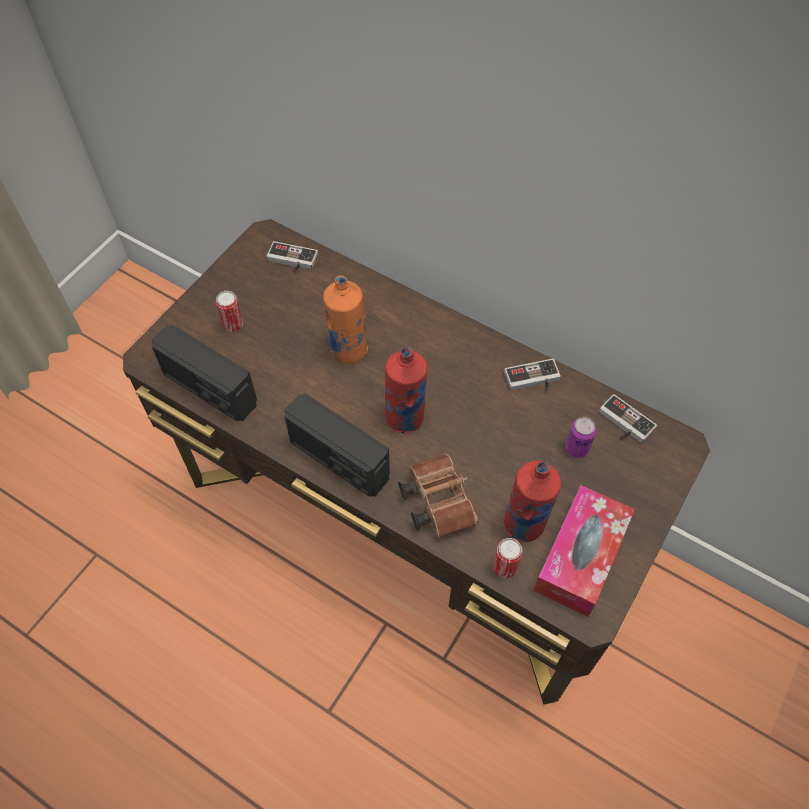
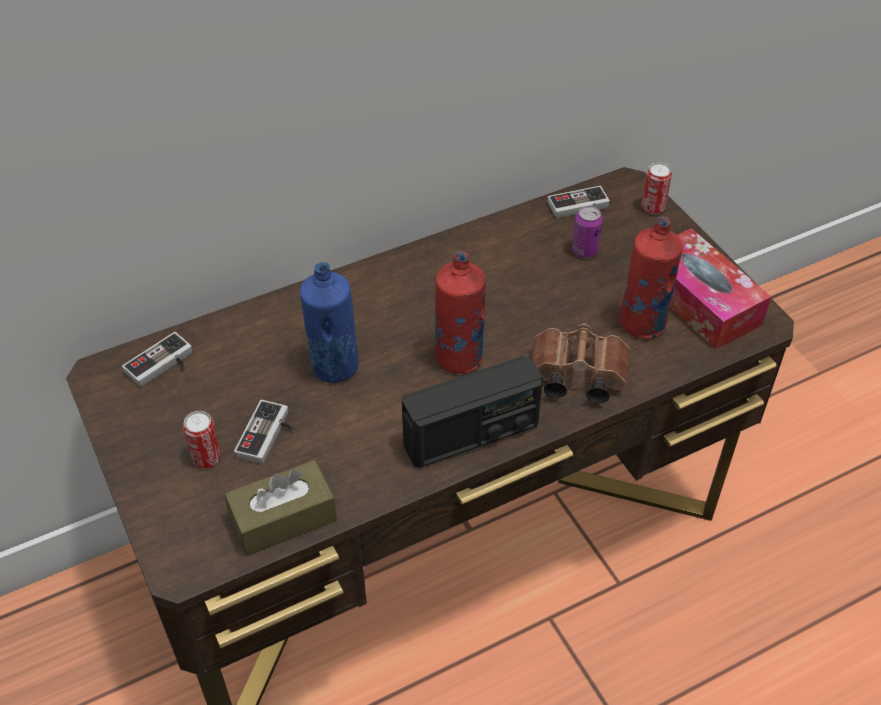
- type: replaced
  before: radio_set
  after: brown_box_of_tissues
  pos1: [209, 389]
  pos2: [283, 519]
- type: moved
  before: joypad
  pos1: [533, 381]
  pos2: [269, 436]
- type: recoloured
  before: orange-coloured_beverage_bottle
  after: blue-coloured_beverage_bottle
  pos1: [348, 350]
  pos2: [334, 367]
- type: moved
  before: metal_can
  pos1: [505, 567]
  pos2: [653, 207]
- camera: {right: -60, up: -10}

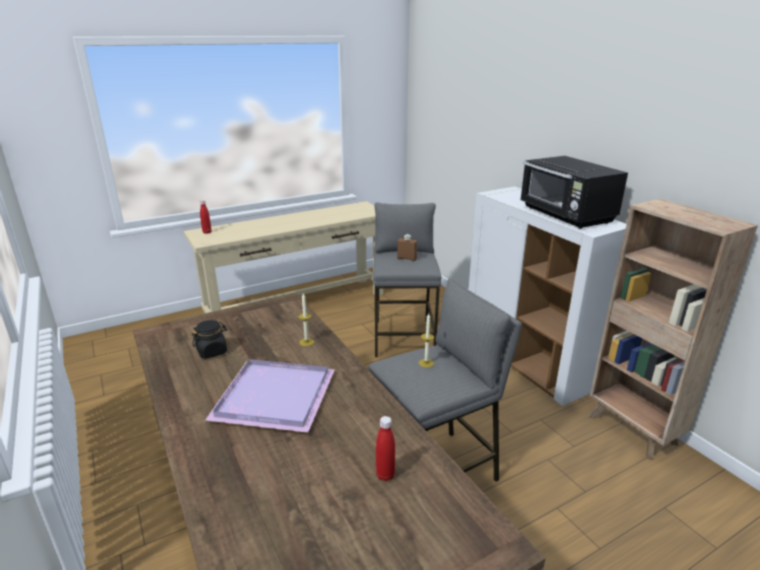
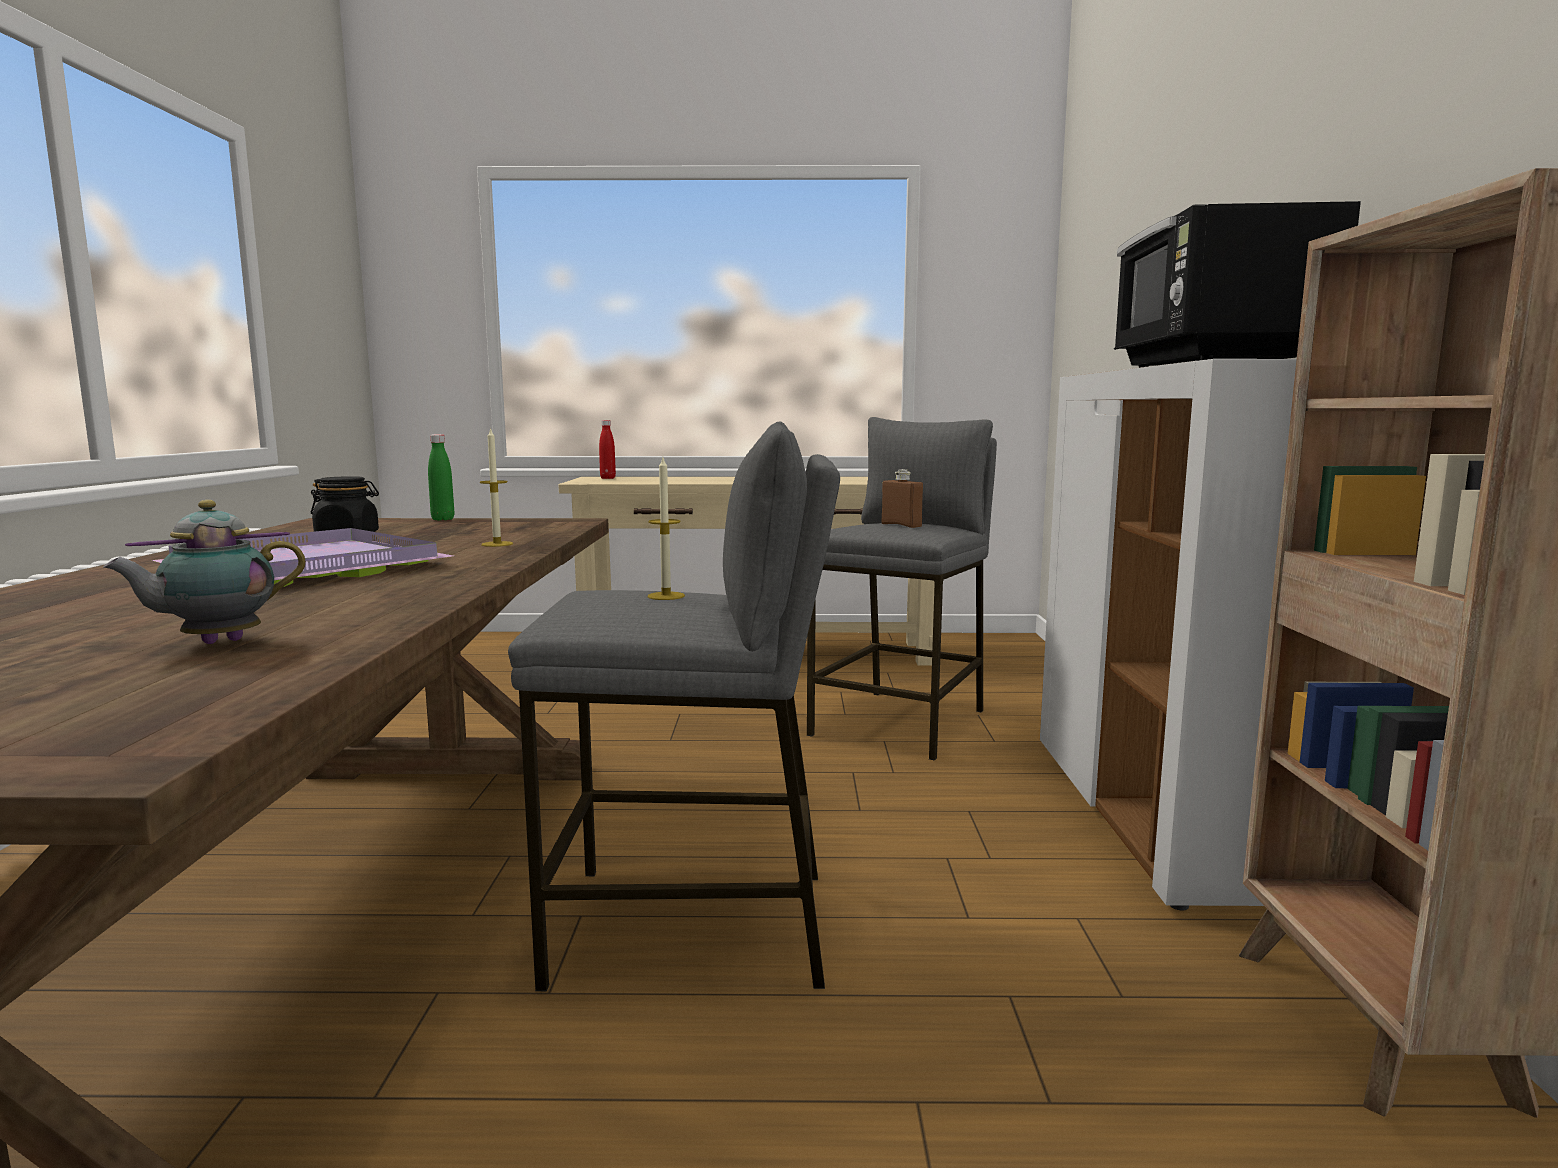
- type: replaced
  before: red-coloured_beverage_bottle
  after: tea_pot
  pos1: [385, 475]
  pos2: [216, 642]
- type: added
  after: green_beverage_bottle
  pos2: [443, 519]
- camera: {right: 30, up: -15}

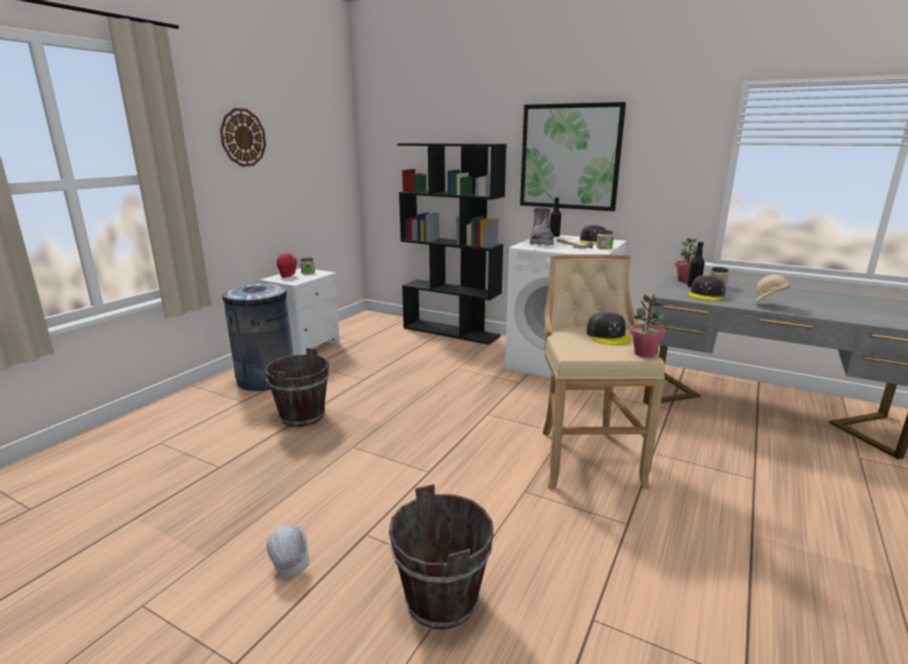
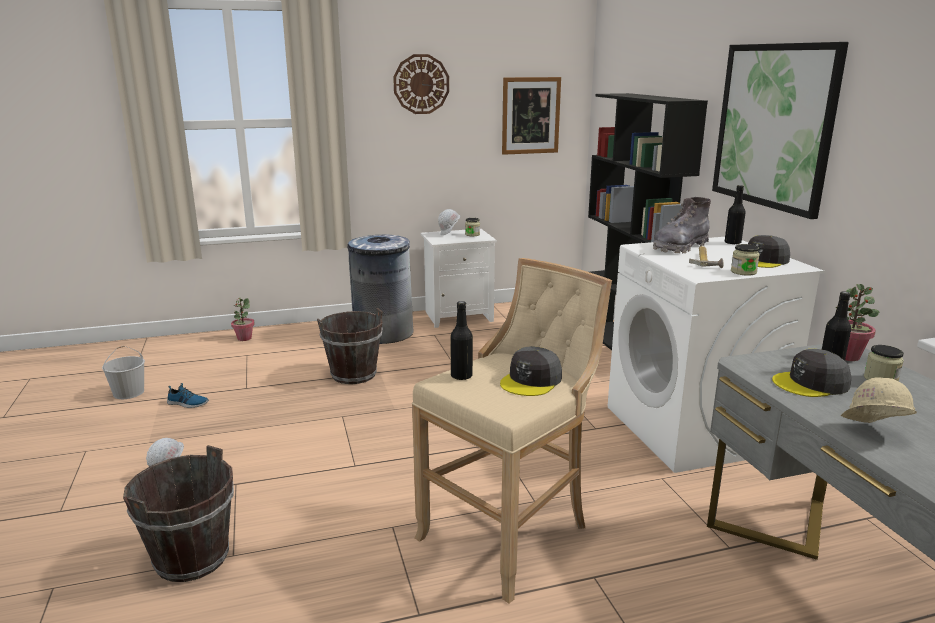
- type: added
  after: white_water_bucket
  pos2: [129, 392]
- type: added
  after: shoe
  pos2: [187, 403]
- type: moved
  before: potted_plant
  pos1: [644, 353]
  pos2: [244, 338]
- type: recoloured
  before: red-coloured_hard_hat
  after: white_hard_hat
  pos1: [289, 276]
  pos2: [449, 234]
- type: added
  after: black_beverage_bottle
  pos2: [461, 376]
- type: added
  after: wall_picture
  pos2: [530, 115]
- camera: {right: 45, up: 0}

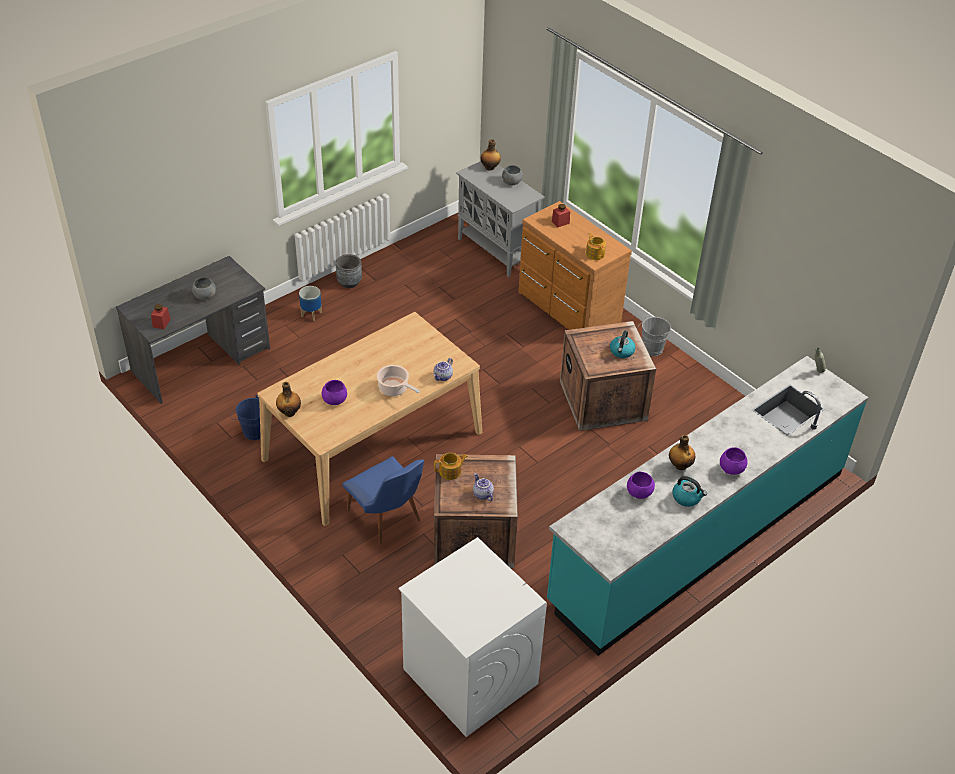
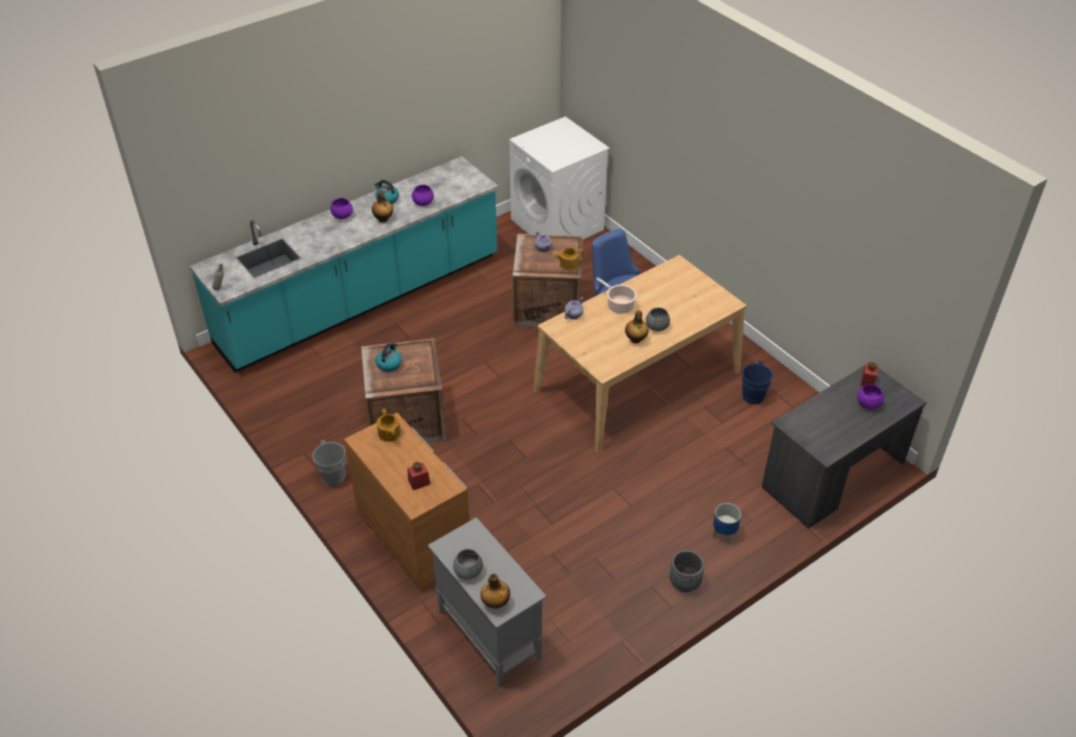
- type: moved
  before: beverage_bottle
  pos1: [289, 412]
  pos2: [635, 340]
- type: moved
  before: grey_deep_dish
  pos1: [204, 296]
  pos2: [657, 327]
- type: moved
  before: purple_deep_dish
  pos1: [335, 400]
  pos2: [868, 404]
- camera: {right: -175, up: 0}

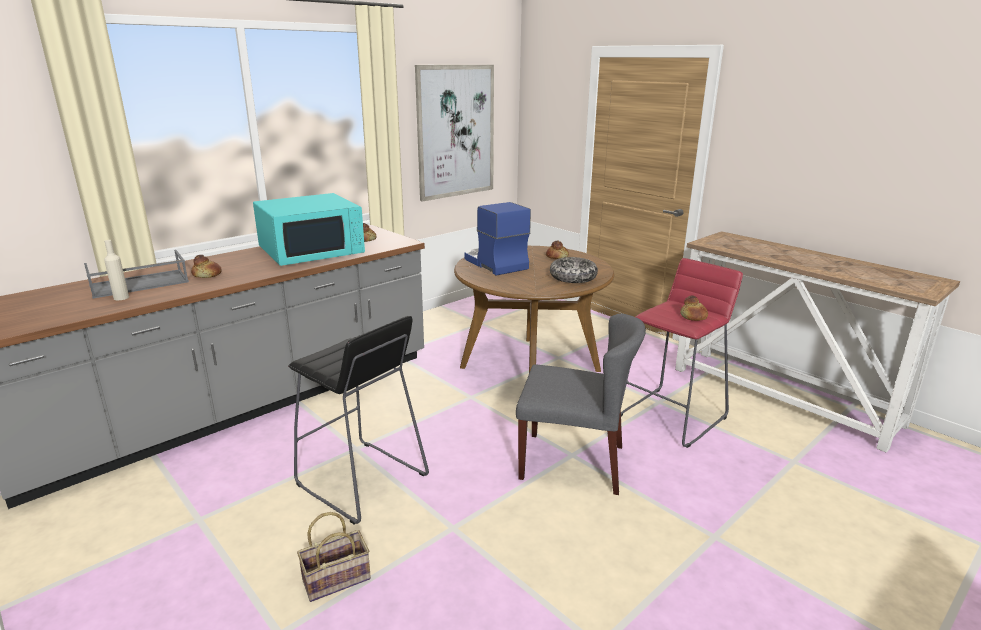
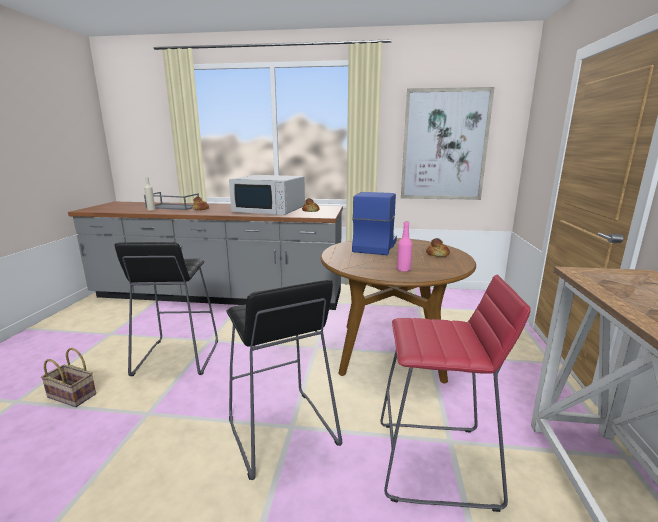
- type: replaced
  before: grey_plain_chair
  after: black_stool_seat
  pos1: [573, 462]
  pos2: [281, 432]
- type: recoloured
  before: blue-green_microwave_oven
  after: white_microwave_oven
  pos1: [312, 250]
  pos2: [270, 210]
- type: replaced
  before: deep_dish
  after: pink-coloured_beverage_bottle
  pos1: [573, 277]
  pos2: [403, 270]
- type: removed
  before: baked_bread
  pos1: [693, 316]
- camera: {right: 50, up: -5}

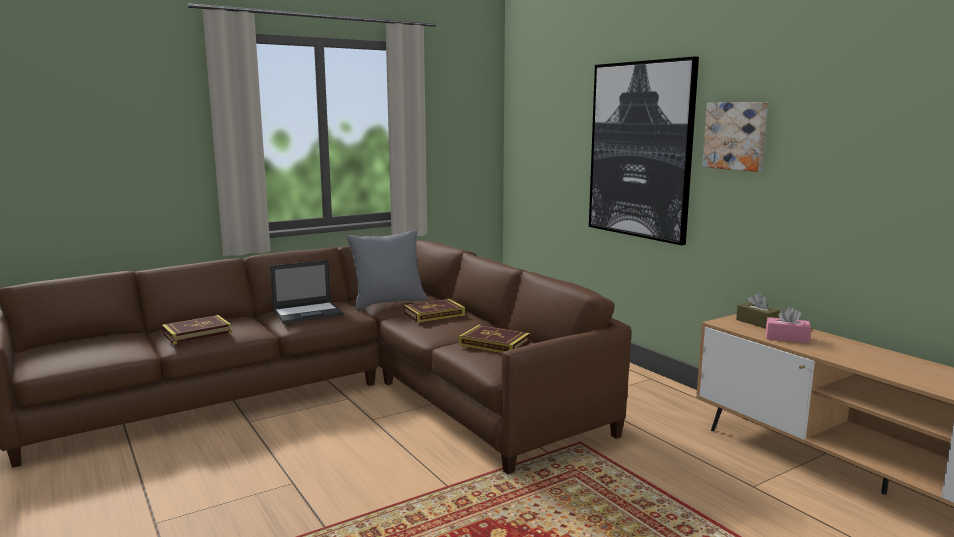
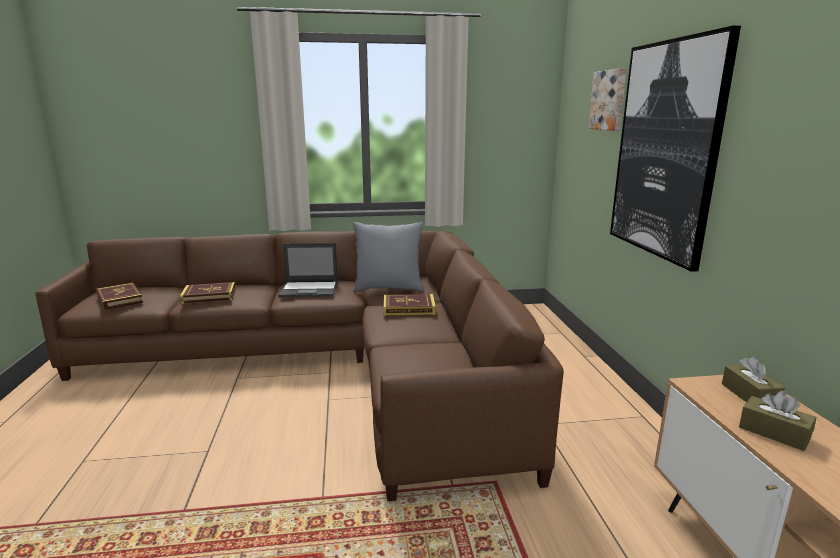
- type: moved
  before: book
  pos1: [494, 344]
  pos2: [120, 299]
- type: moved
  before: wall_picture
  pos1: [736, 136]
  pos2: [609, 100]
- type: recoloured
  before: pink-coloured_box_of_tissues
  after: brown_box_of_tissues
  pos1: [787, 338]
  pos2: [774, 432]
- camera: {right: 25, up: 5}

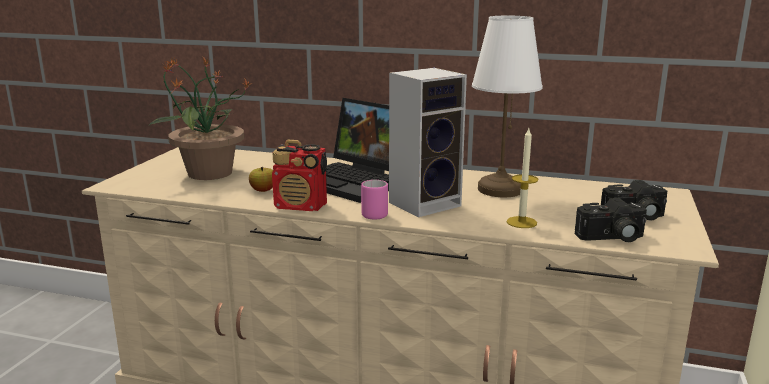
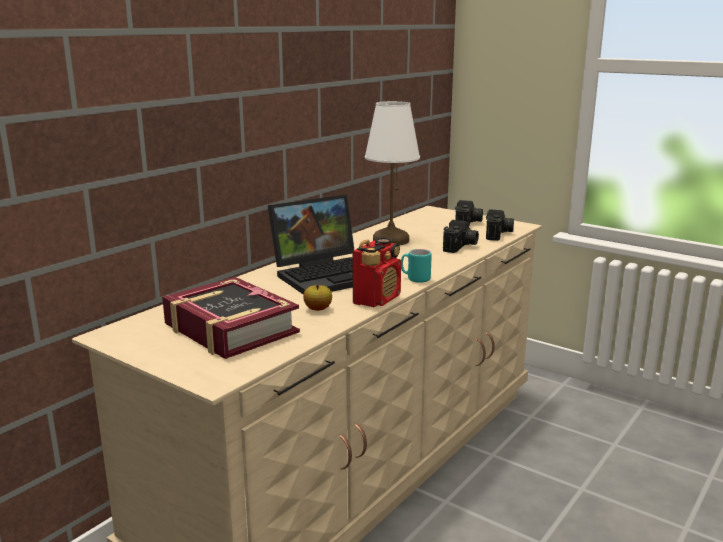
- type: replaced
  before: potted_plant
  after: book
  pos1: [208, 173]
  pos2: [230, 329]
- type: recoloured
  before: pink-coloured_coffee_mug
  after: blue-green_coffee_mug
  pos1: [375, 214]
  pos2: [415, 279]
- type: replaced
  before: candle
  after: photo_camera
  pos1: [521, 222]
  pos2: [460, 246]
- type: removed
  before: speaker
  pos1: [426, 203]
- camera: {right: -70, up: 0}

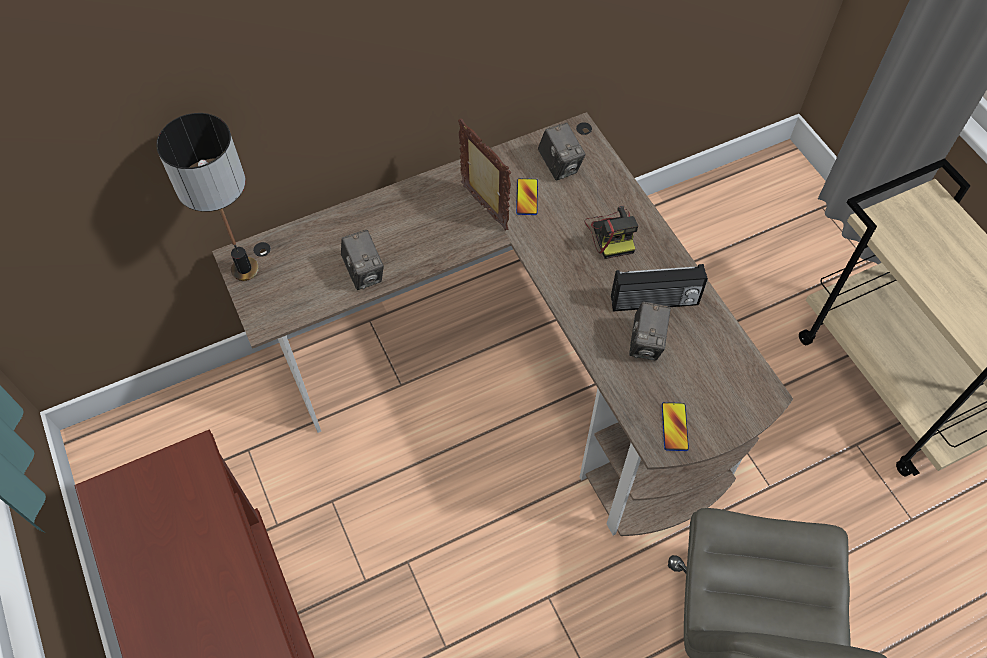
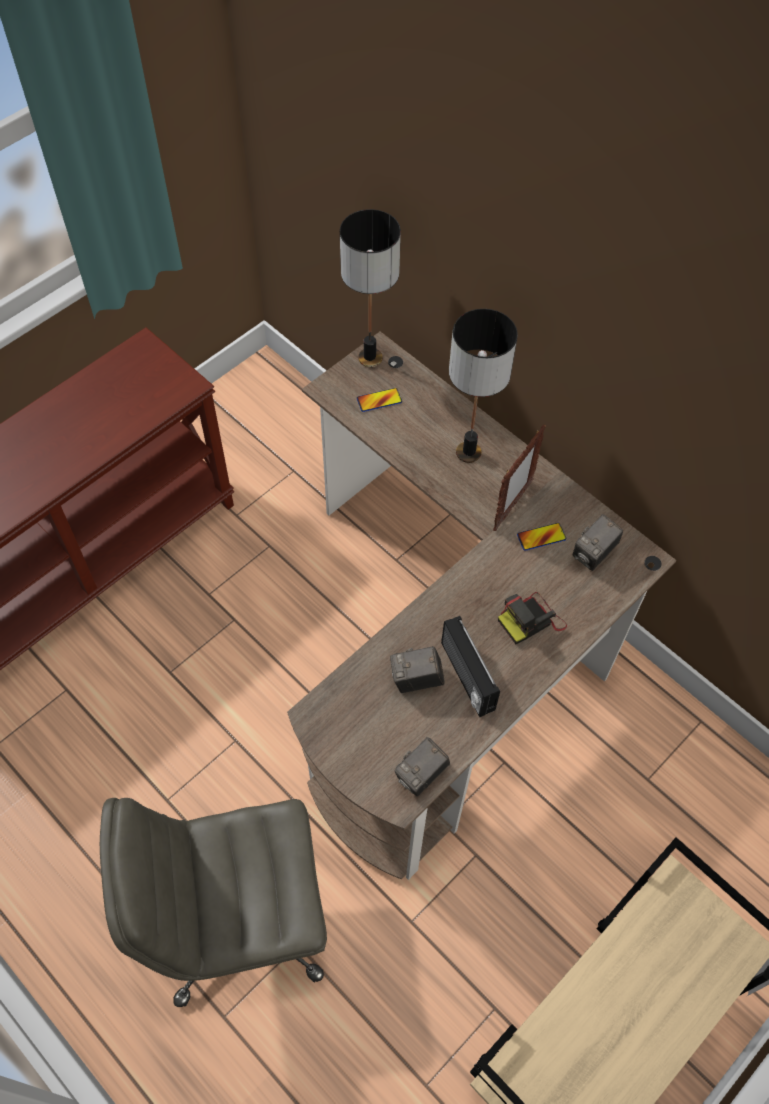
- type: moved
  before: telephone
  pos1: [674, 427]
  pos2: [379, 400]
- type: moved
  before: photo_camera
  pos1: [364, 273]
  pos2: [421, 775]
- type: added
  after: tabletop_lamp
  pos2: [468, 453]
- camera: {right: 70, up: 0}

